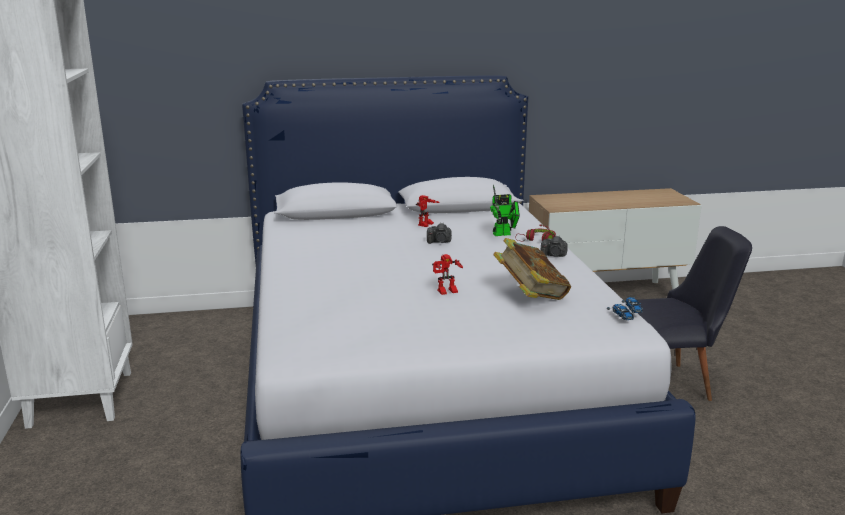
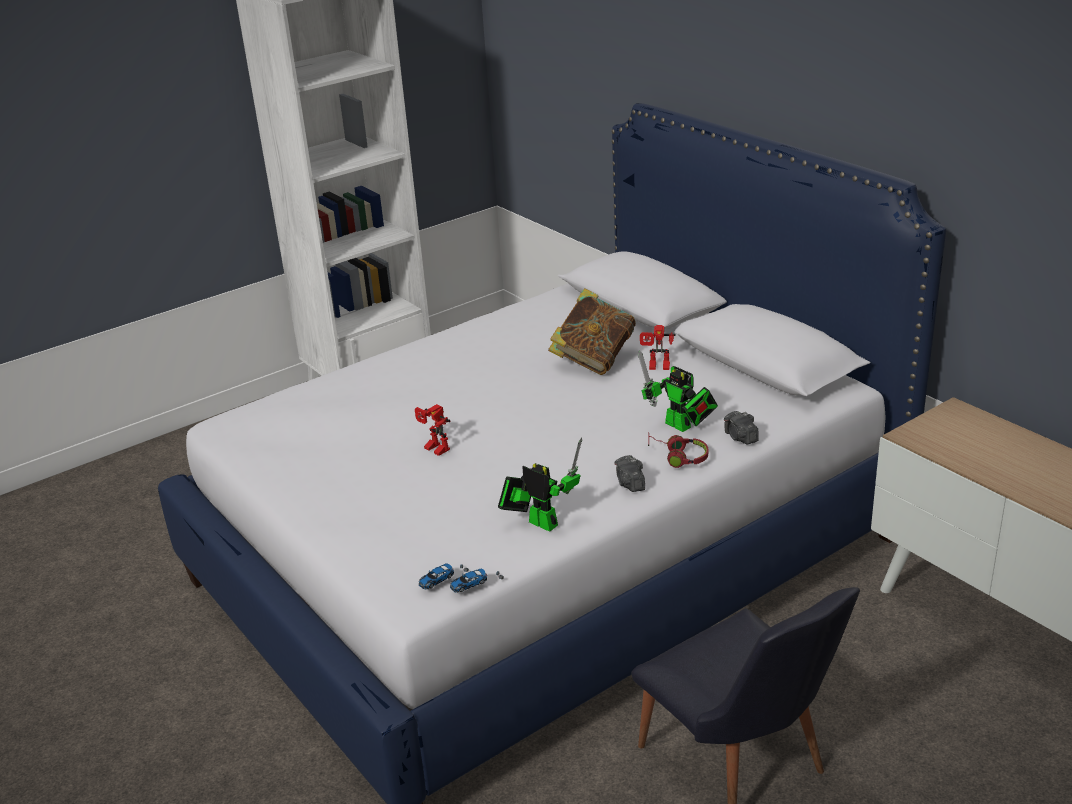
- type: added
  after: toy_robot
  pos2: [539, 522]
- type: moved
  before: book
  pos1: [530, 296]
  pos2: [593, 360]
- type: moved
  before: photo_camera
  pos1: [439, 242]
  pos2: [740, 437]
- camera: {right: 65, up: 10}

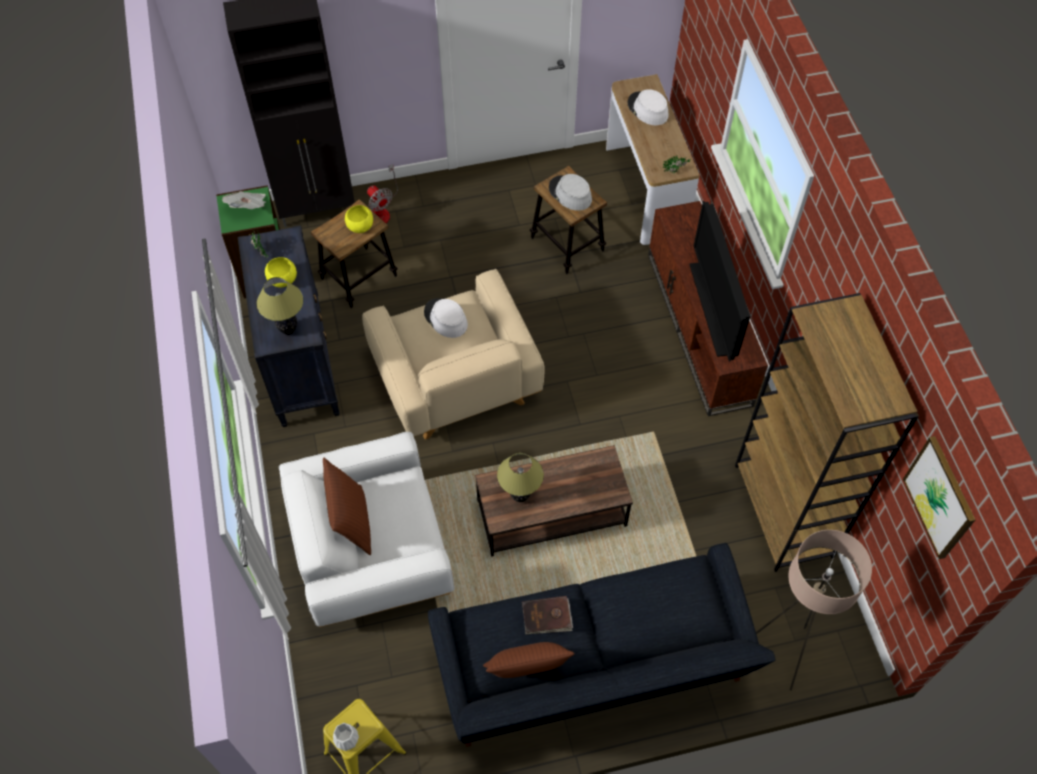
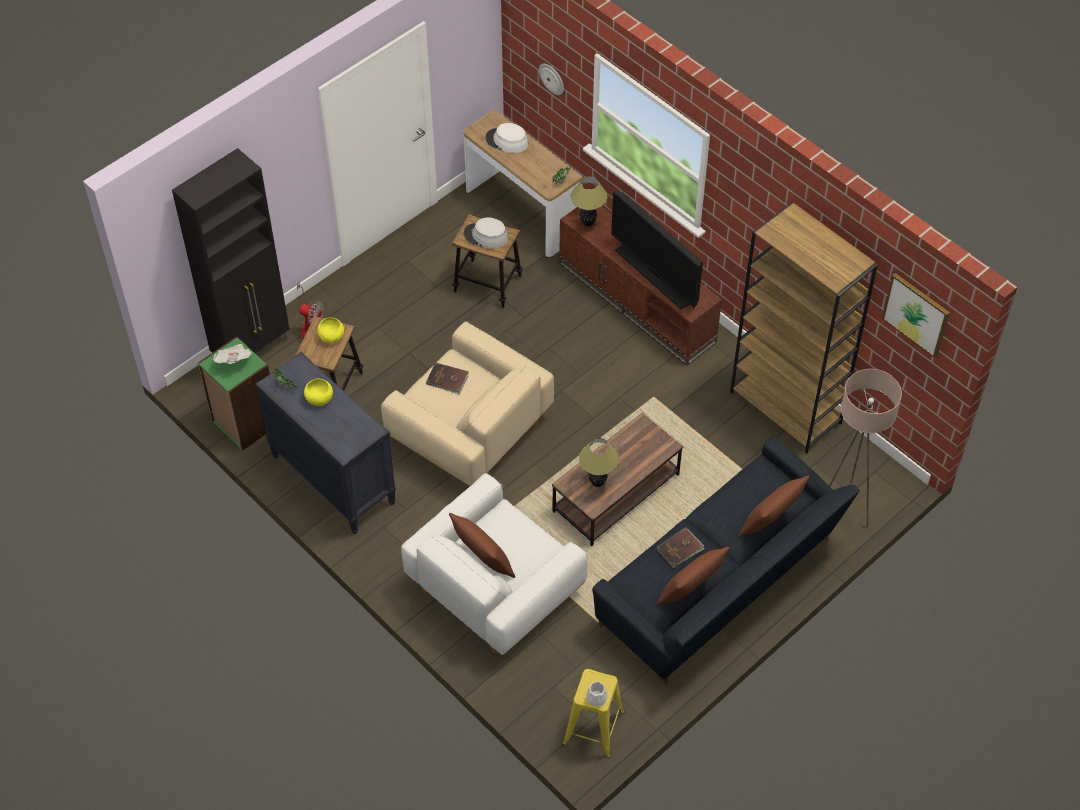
- type: replaced
  before: white_clothing_hat
  after: brown_book
  pos1: [445, 319]
  pos2: [447, 379]
- type: added
  after: hanging_clock
  pos2: [552, 78]
- type: moved
  before: tabletop_lamp
  pos1: [289, 330]
  pos2: [588, 223]
- type: added
  after: brown_cushion
  pos2: [770, 523]
- camera: {right: -30, up: -5}

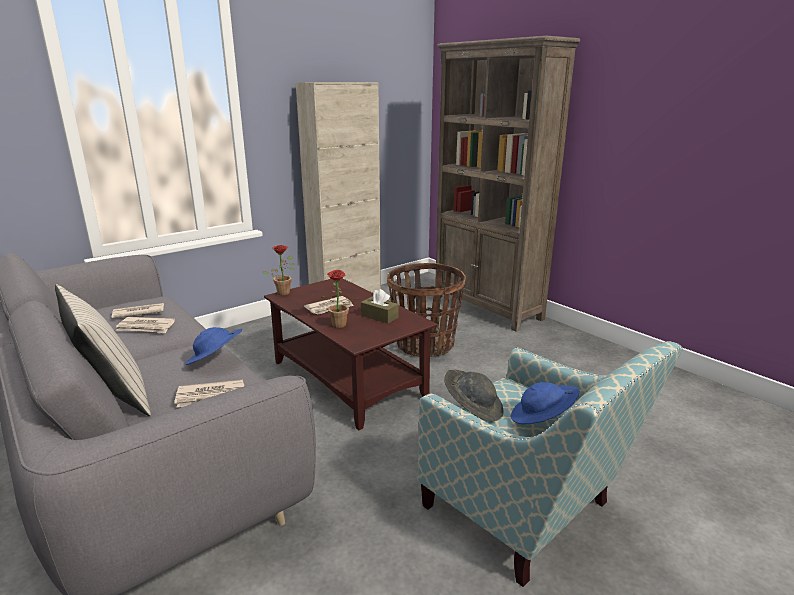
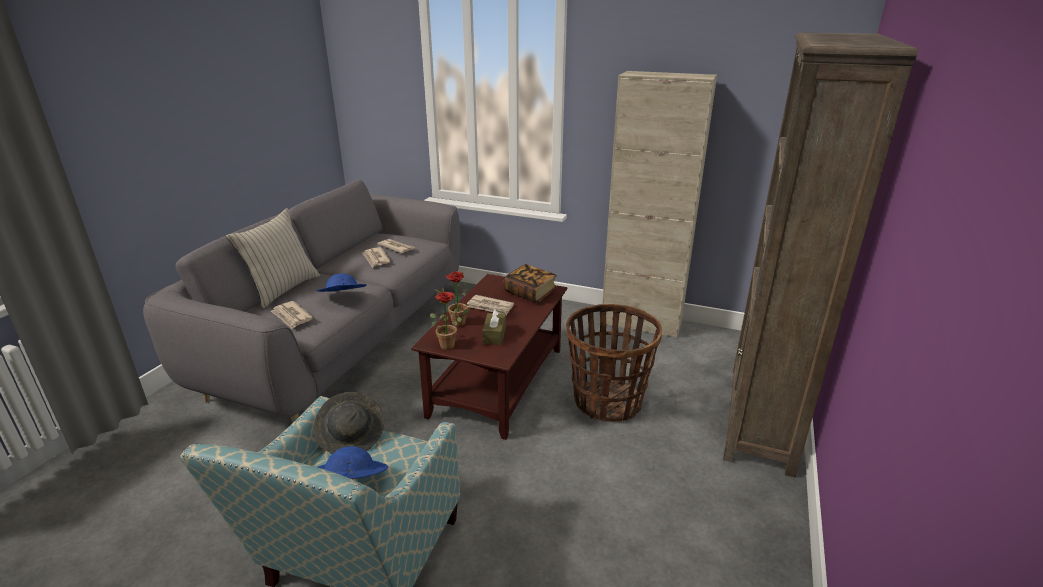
- type: moved
  before: potted_plant
  pos1: [284, 292]
  pos2: [450, 345]
- type: added
  after: book
  pos2: [530, 293]
- camera: {right: 60, up: 5}

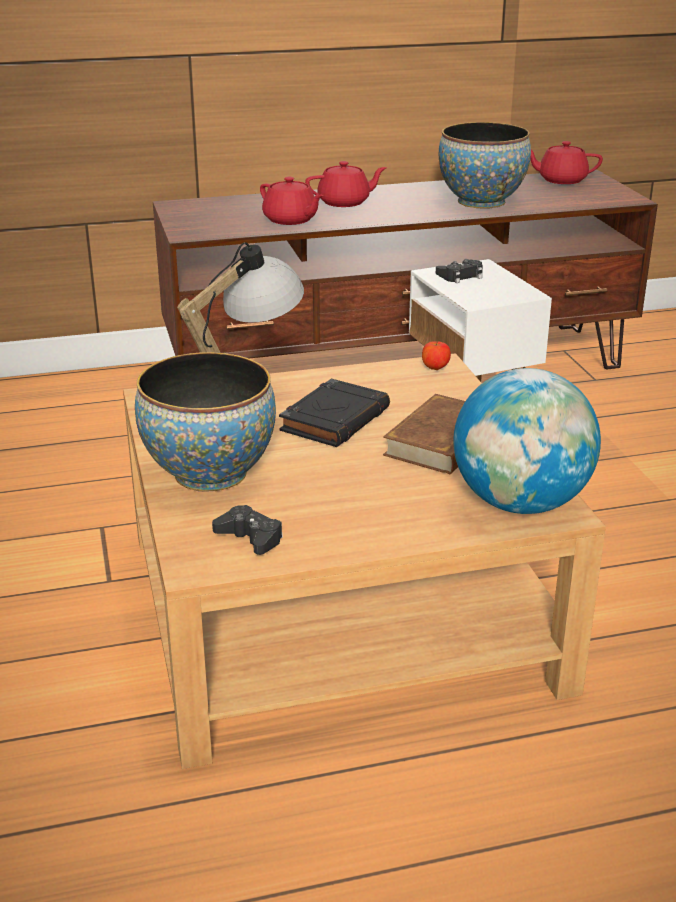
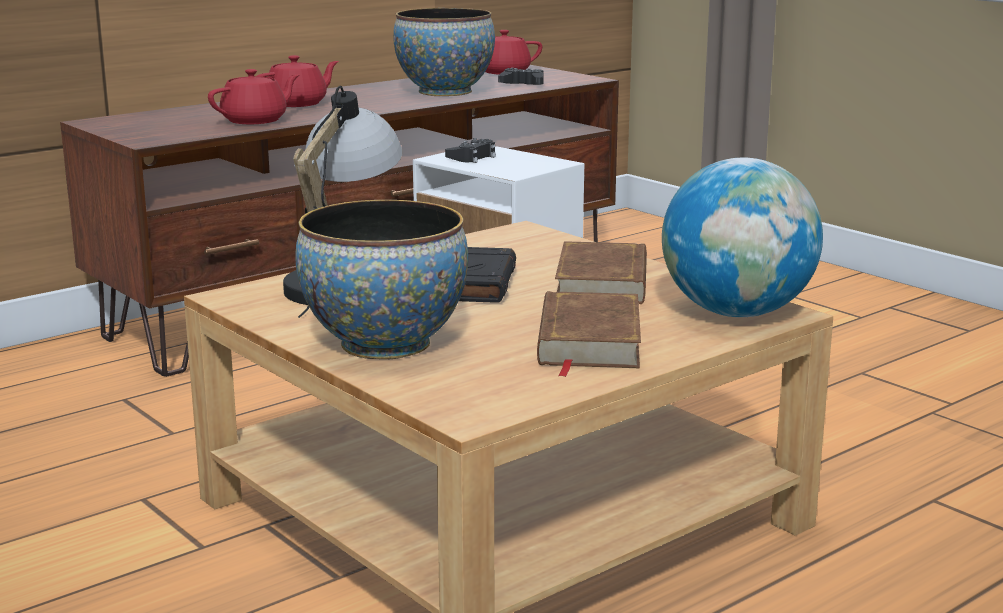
- type: turned
  before: red-coloured_tea_pot
  pos1: [290, 220]
  pos2: [256, 120]
  turn: -60
- type: moved
  before: black_joypad
  pos1: [250, 537]
  pos2: [522, 84]
- type: added
  after: brown_book
  pos2: [588, 341]
- type: removed
  before: whole_apple
  pos1: [435, 368]
- camera: {right: -25, up: -10}

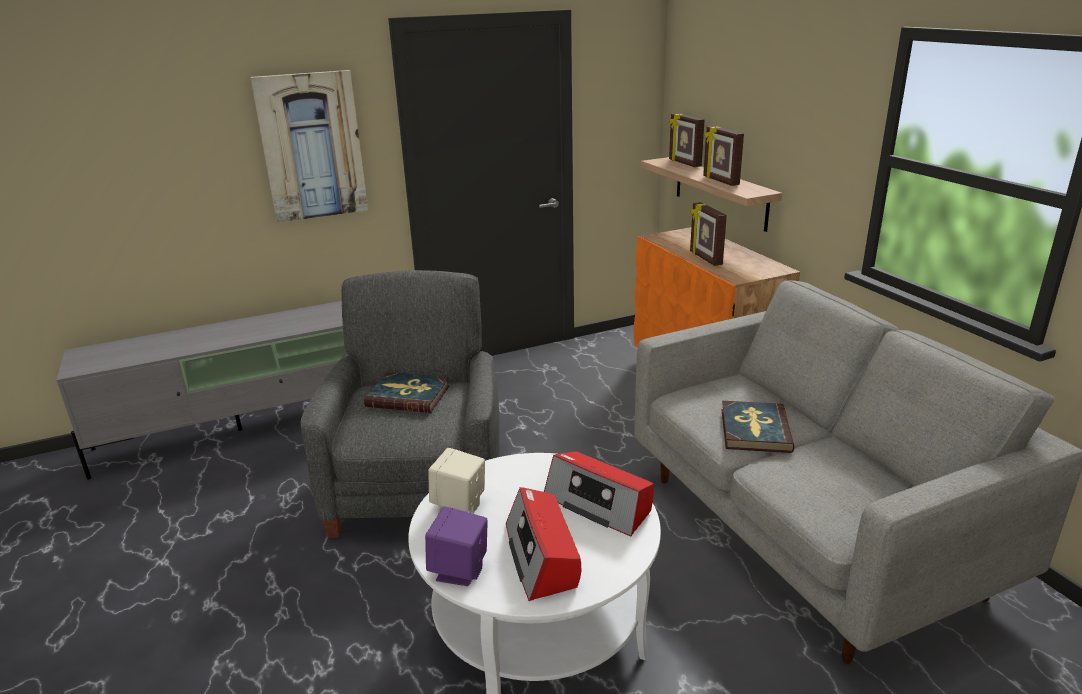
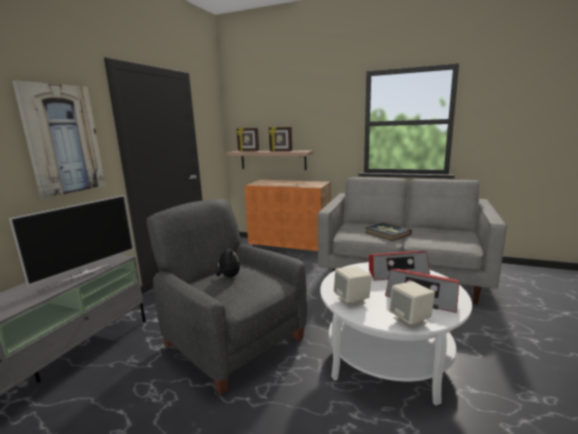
- type: added
  after: TV
  pos2: [86, 272]
- type: replaced
  before: book
  after: soft_toy
  pos1: [408, 396]
  pos2: [228, 276]
- type: recoloured
  before: purple_speaker
  after: beige-coloured_speaker
  pos1: [459, 570]
  pos2: [410, 321]
- type: removed
  before: standing_frame
  pos1: [705, 258]
- camera: {right: -45, up: -10}

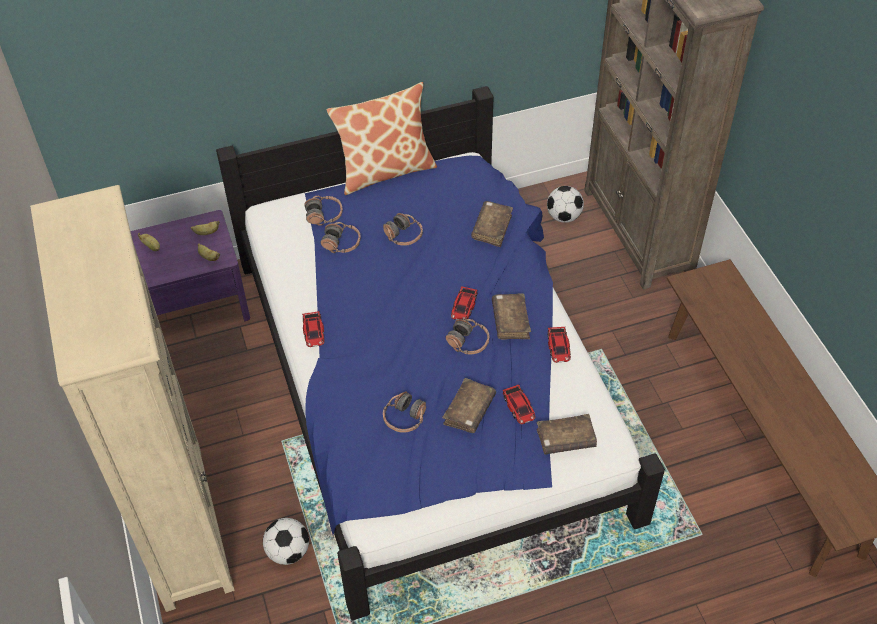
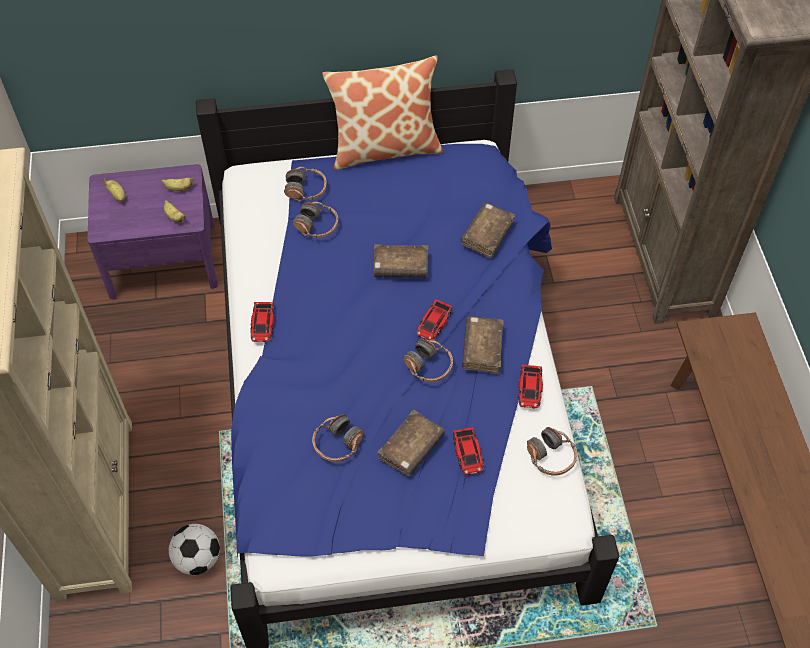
- type: moved
  before: brown_book
  pos1: [566, 439]
  pos2: [400, 267]
- type: moved
  before: pair_of_headphones
  pos1: [403, 236]
  pos2: [551, 457]
- type: removed
  before: ball_for_football
  pos1: [564, 217]
- camera: {right: 10, up: 5}

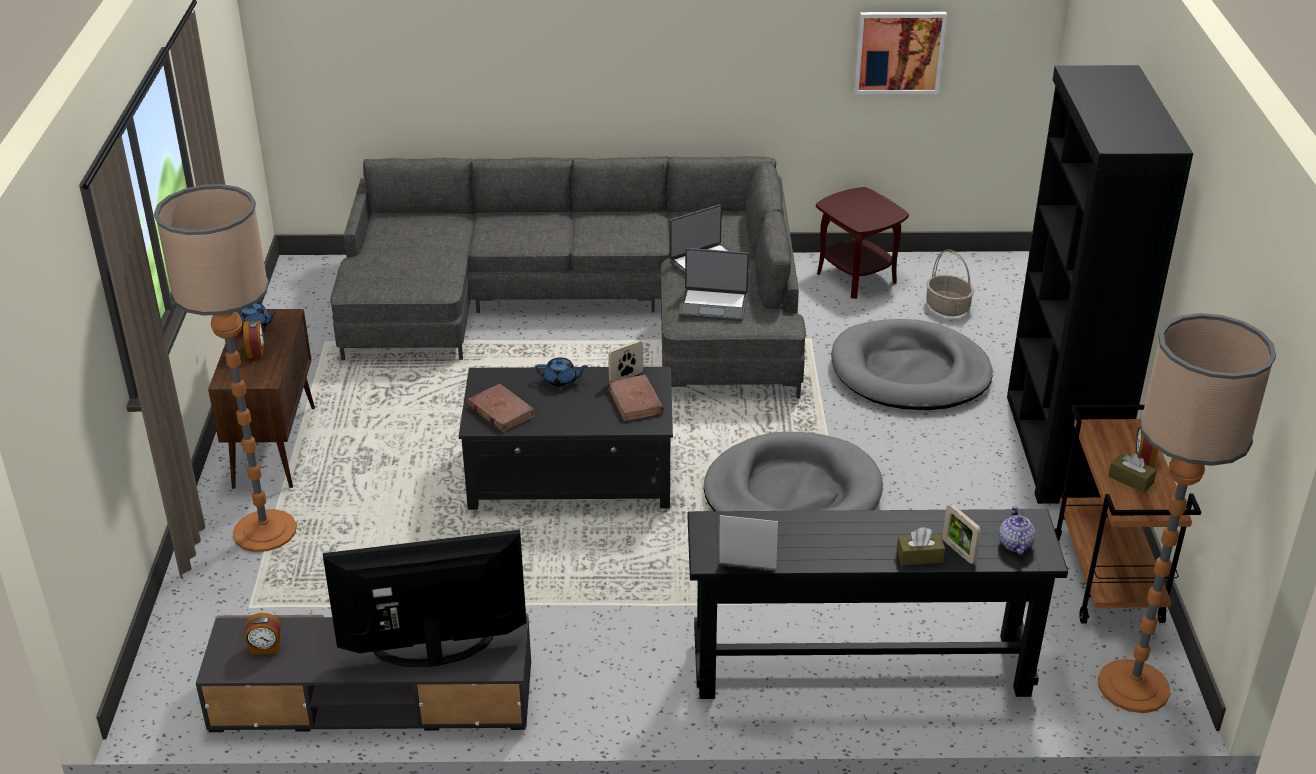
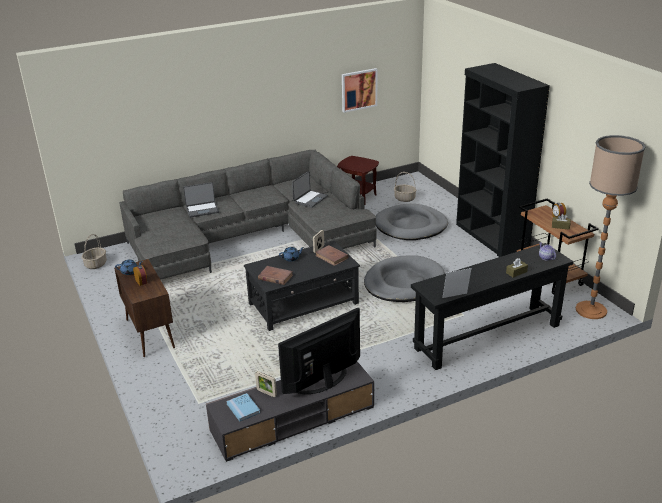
- type: added
  after: basket
  pos2: [96, 264]
- type: moved
  before: portable_computer
  pos1: [713, 305]
  pos2: [202, 210]
- type: replaced
  before: bedside_clock
  after: blue-coloured_book
  pos1: [265, 648]
  pos2: [243, 408]
- type: moved
  before: standing_frame
  pos1: [959, 551]
  pos2: [266, 393]
- type: removed
  before: standard_lamp
  pos1: [264, 531]
- camera: {right: -25, up: -5}

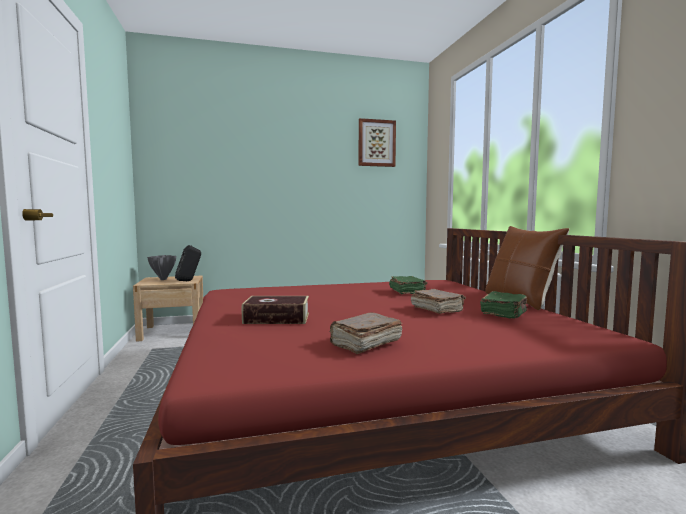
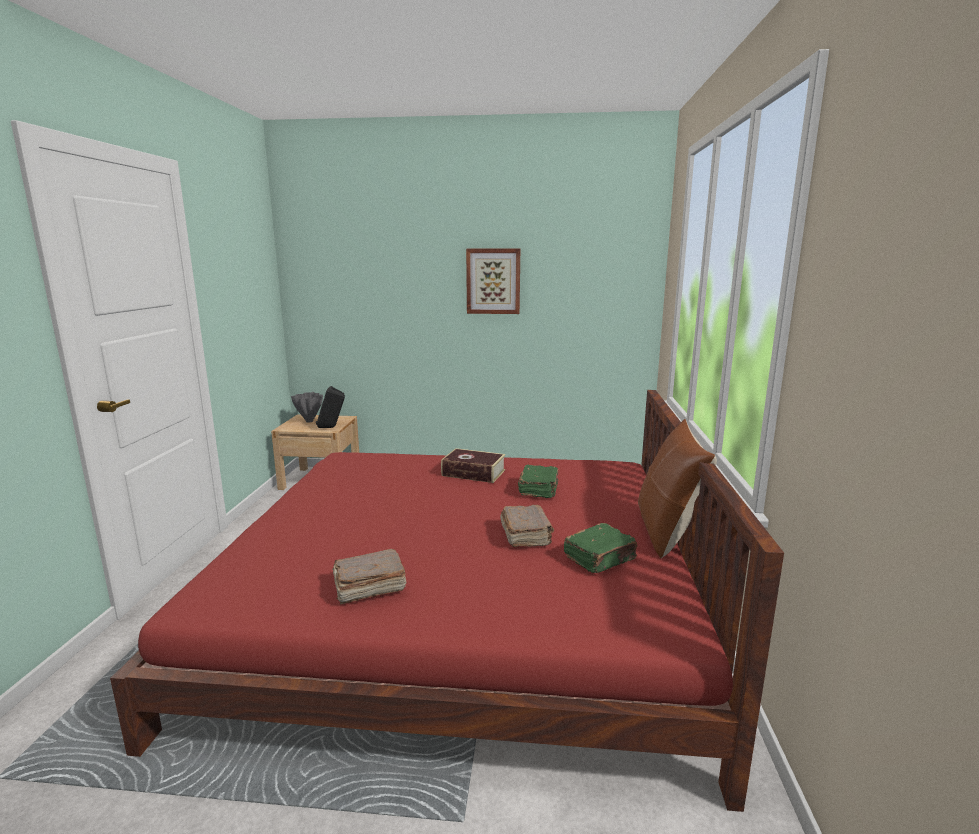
- type: moved
  before: book
  pos1: [277, 318]
  pos2: [473, 473]
- type: moved
  before: wall_picture
  pos1: [376, 143]
  pos2: [493, 281]
- camera: {right: 20, up: 10}

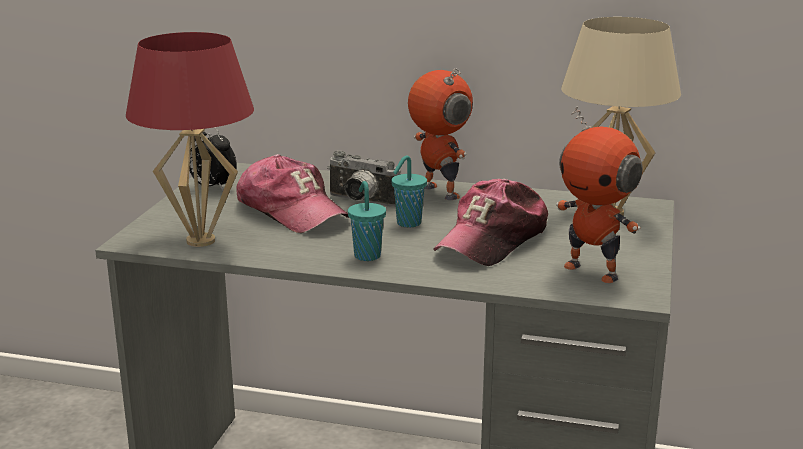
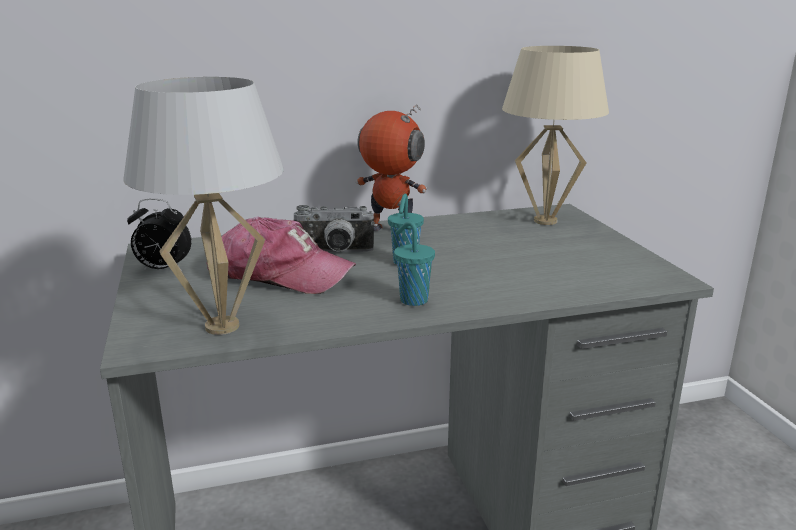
- type: recoloured
  before: red-coloured_tabletop_lamp
  after: white_tabletop_lamp
  pos1: [200, 241]
  pos2: [222, 327]
- type: removed
  before: cap
  pos1: [493, 240]
- type: removed
  before: toy_robot
  pos1: [593, 271]
- camera: {right: -30, up: 0}

